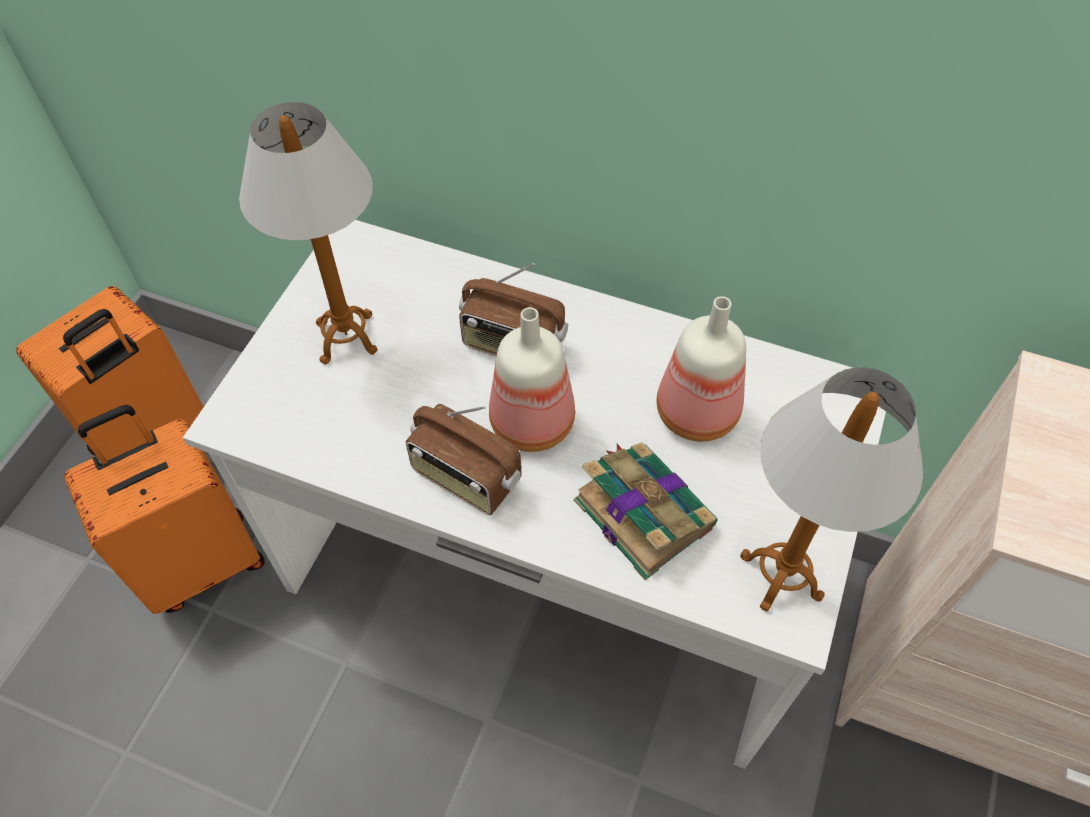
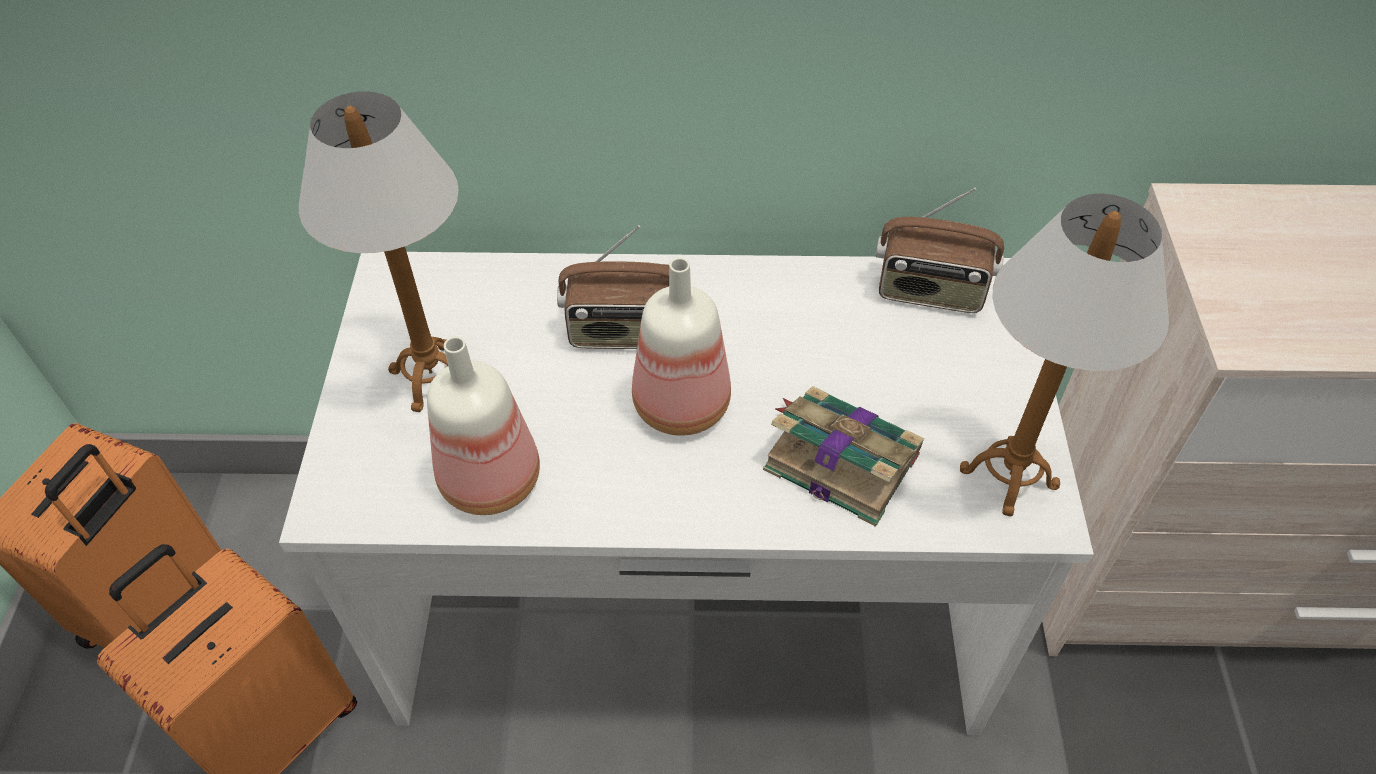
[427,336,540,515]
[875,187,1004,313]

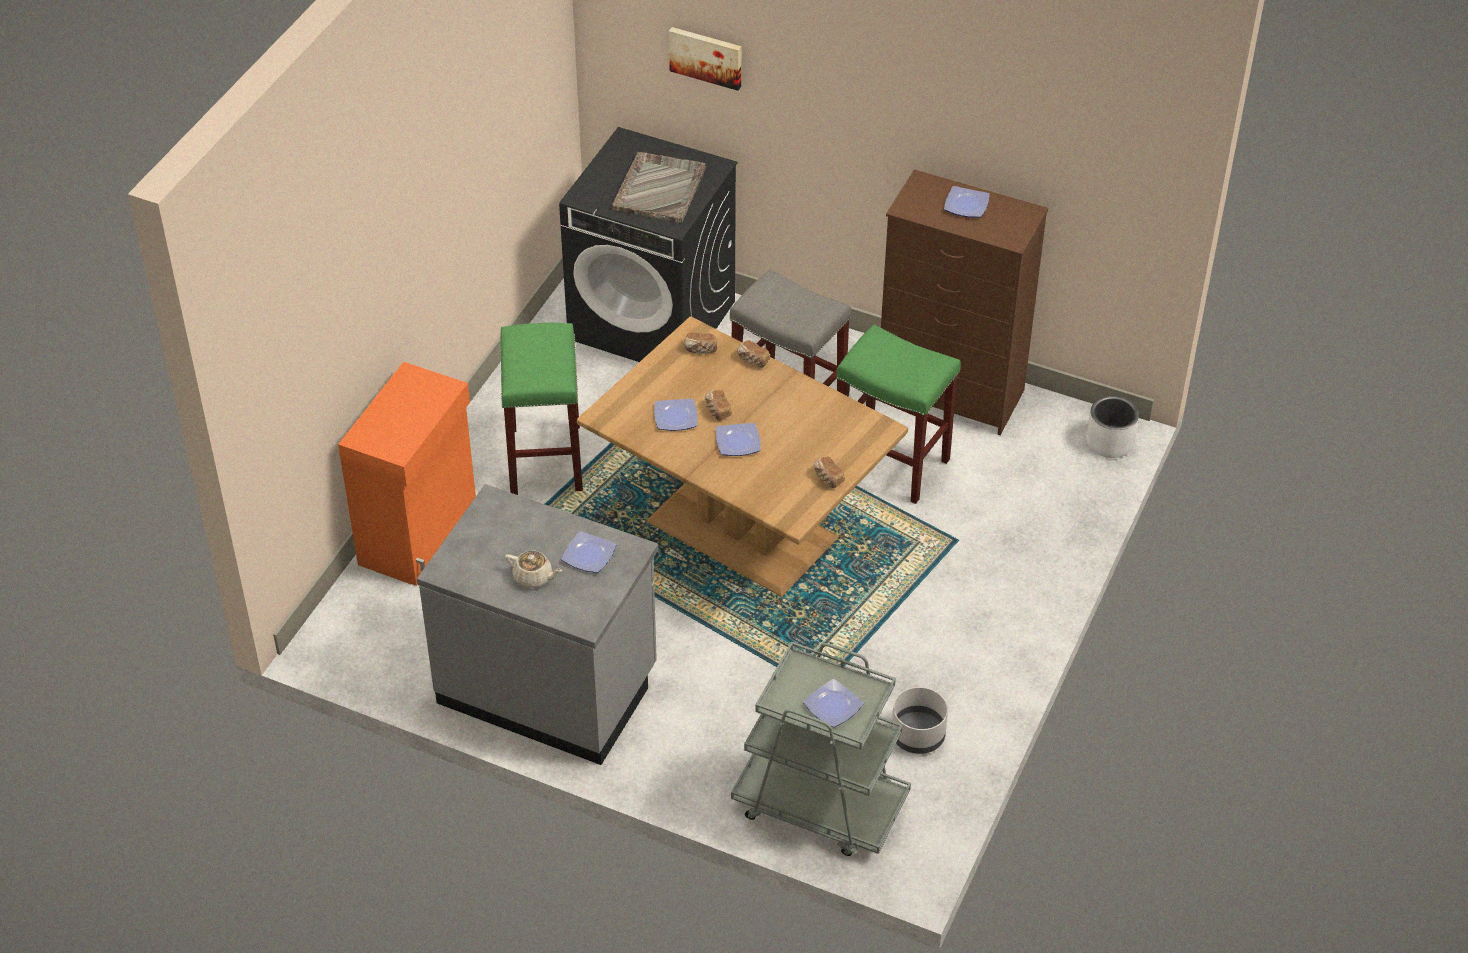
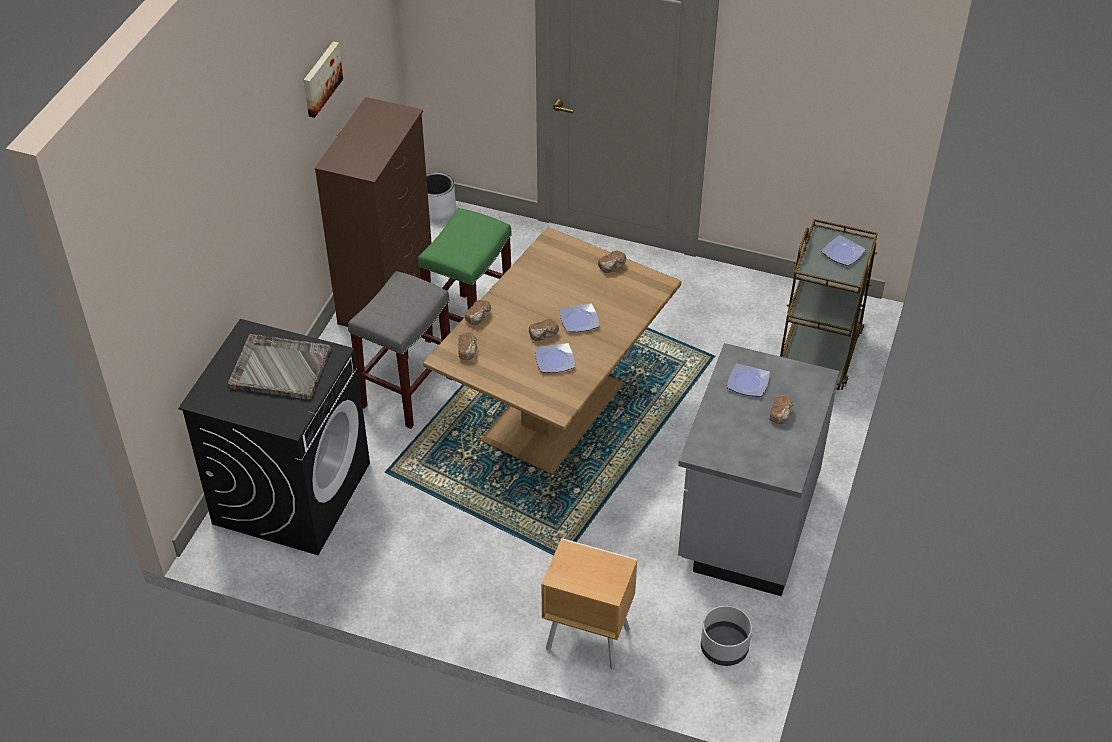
[304,41,343,118]
[944,186,990,218] (first image)
[500,323,583,495] (first image)
[541,538,637,670]
[770,395,793,424]
[780,219,878,390]
[701,606,752,666]

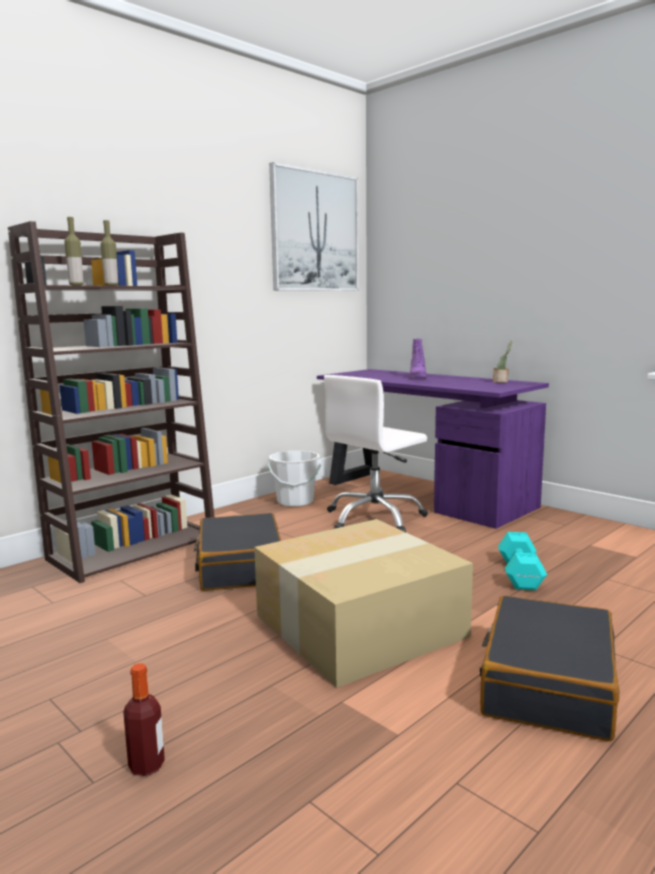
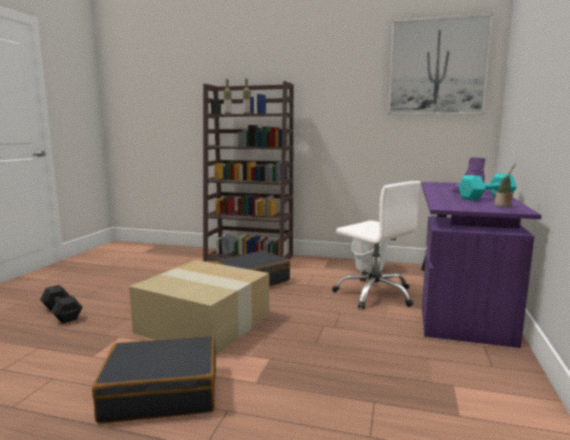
[332,181,421,309]
[458,174,517,200]
[40,285,82,324]

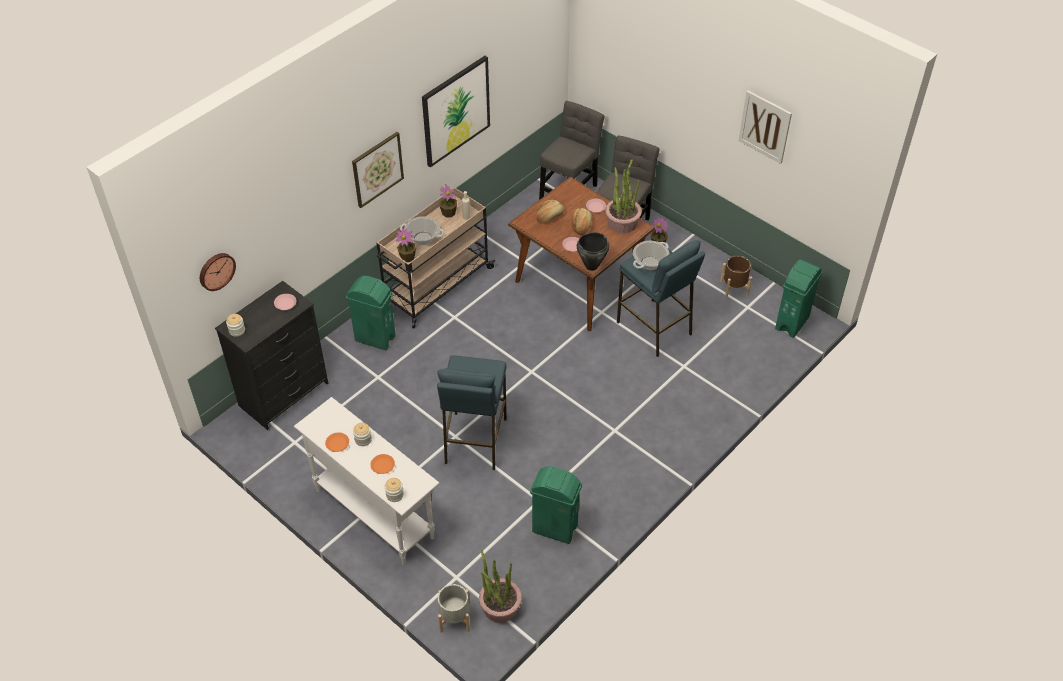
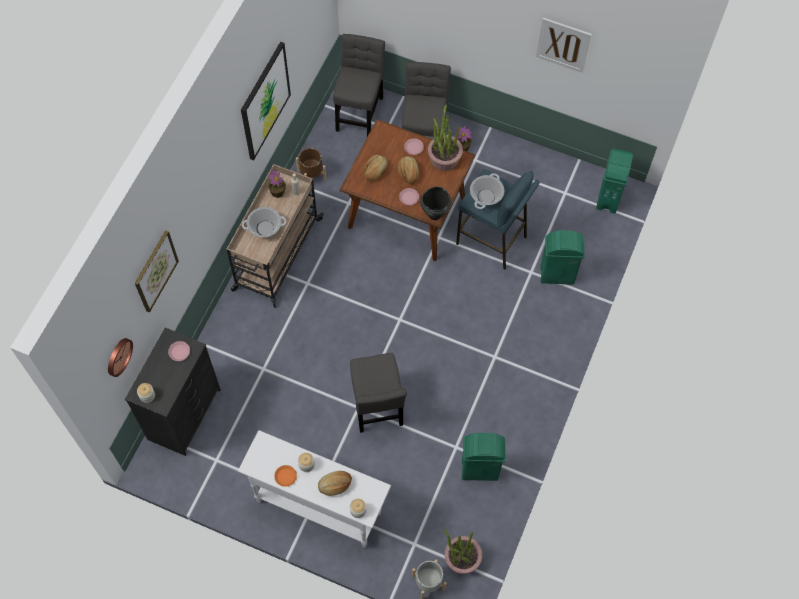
[135,230,179,313]
[396,228,416,262] (first image)
[296,148,327,180]
[540,230,585,285]
[350,353,407,433]
[318,471,352,496]

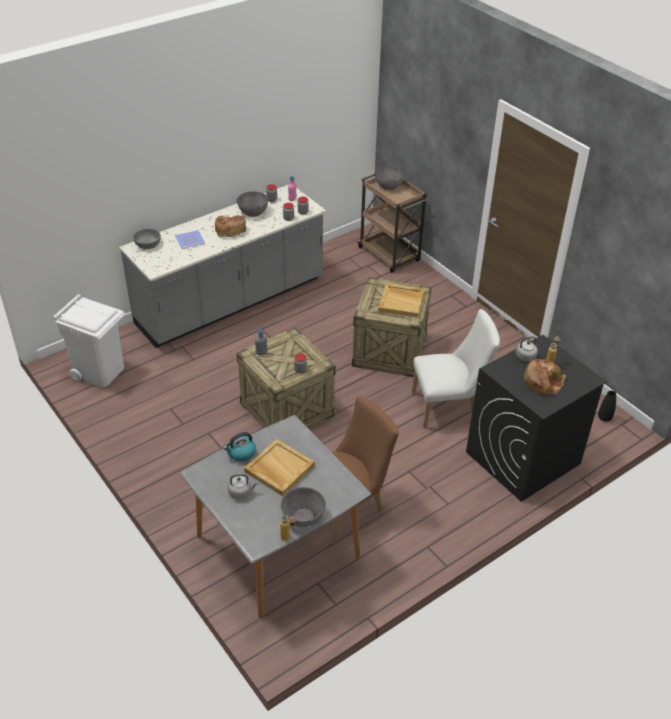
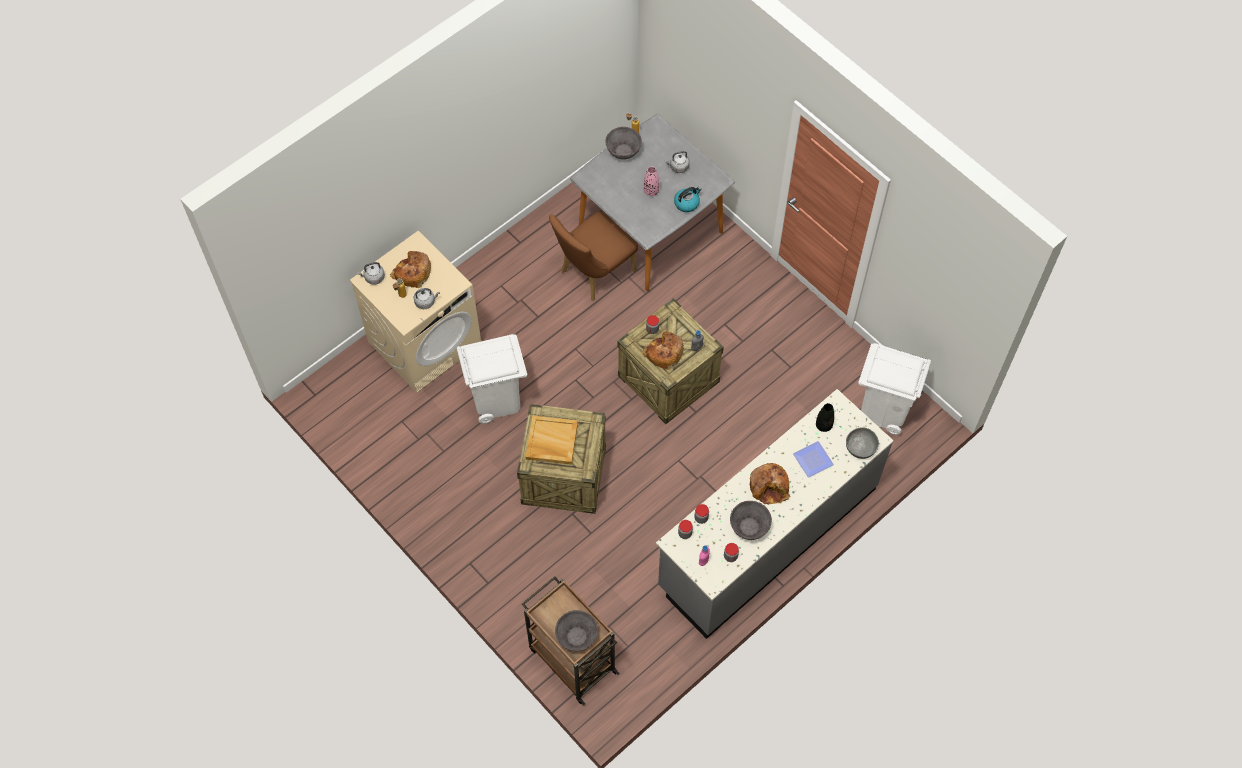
[457,334,527,424]
[350,231,481,393]
[816,403,834,432]
[643,167,659,196]
[357,262,385,285]
[642,332,684,370]

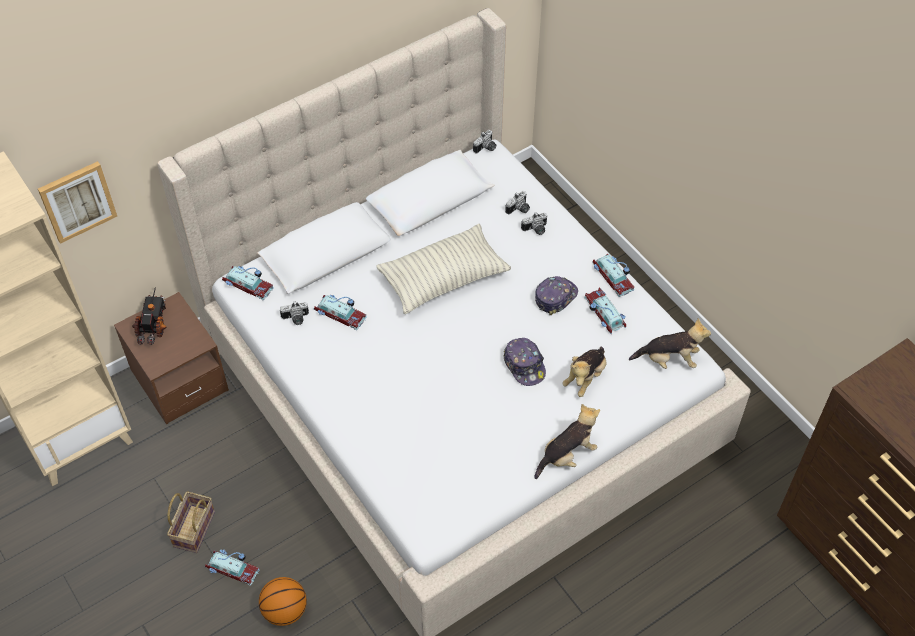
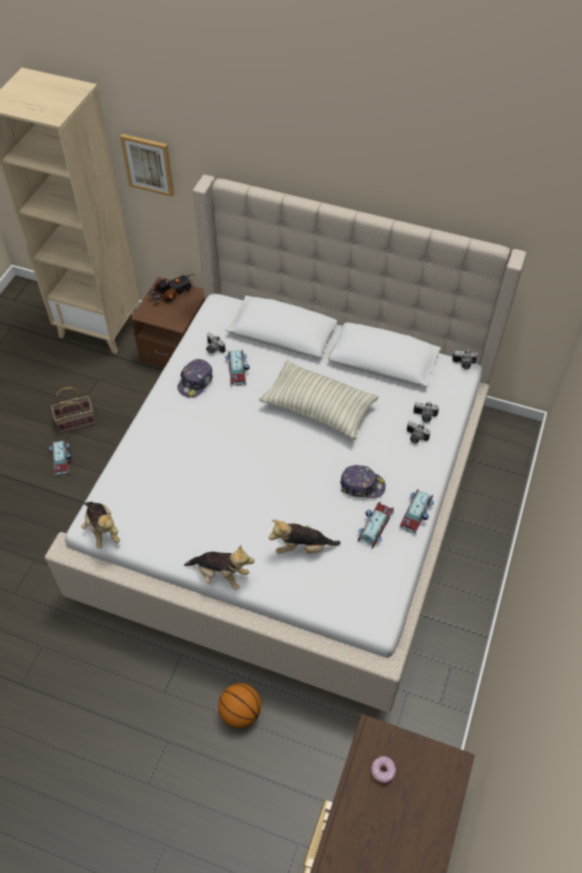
[222,266,274,300] (first image)
[81,502,120,549]
[177,359,212,398]
[218,683,261,728]
[371,756,396,783]

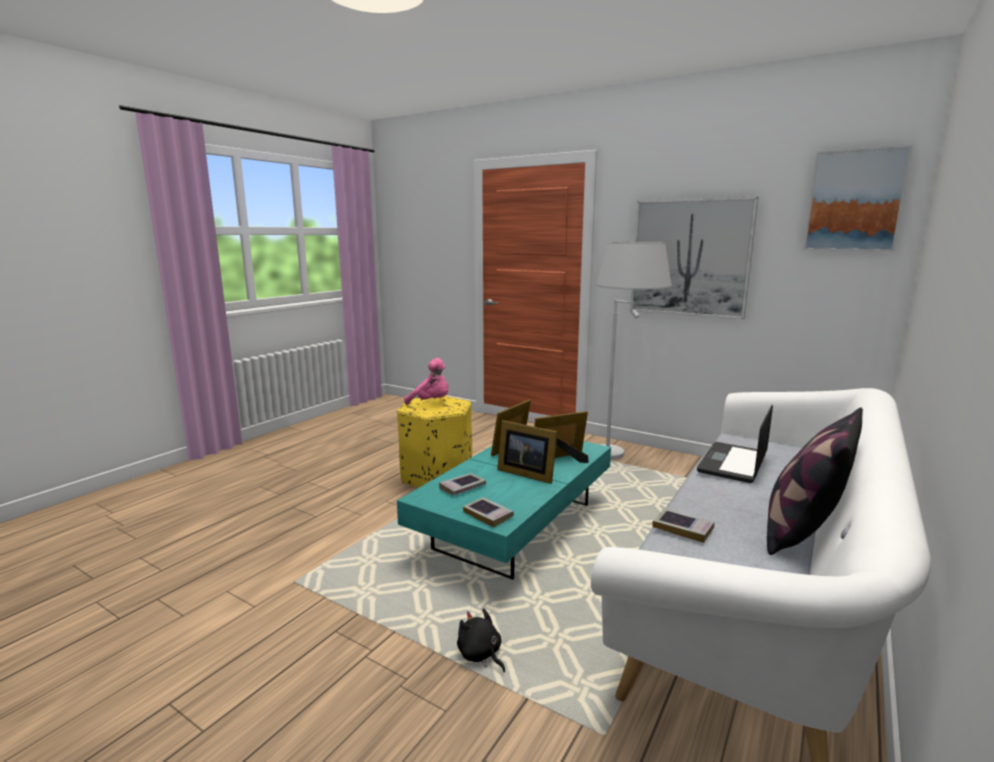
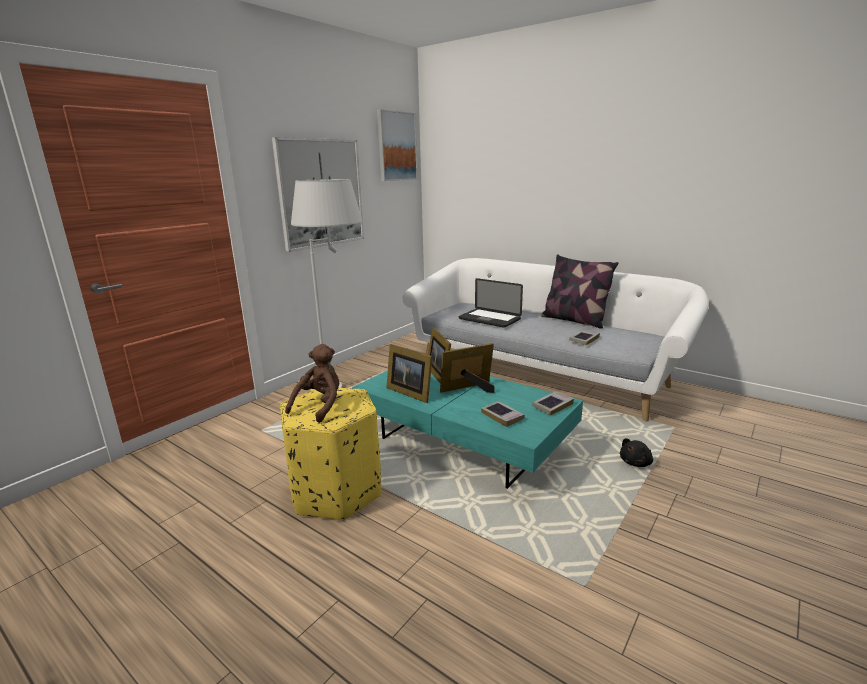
[285,344,339,423]
[440,343,495,393]

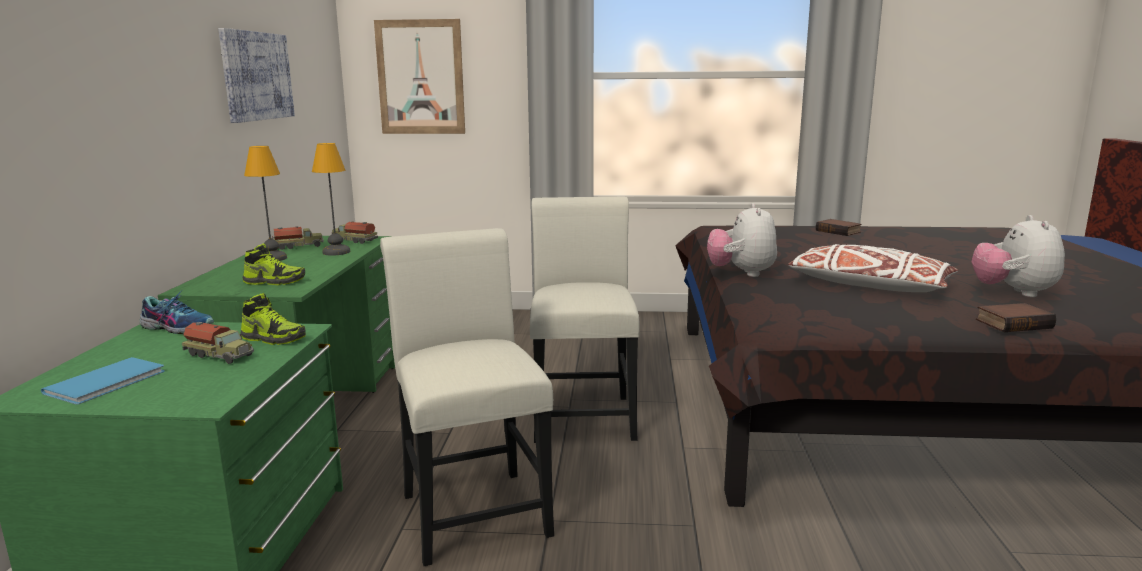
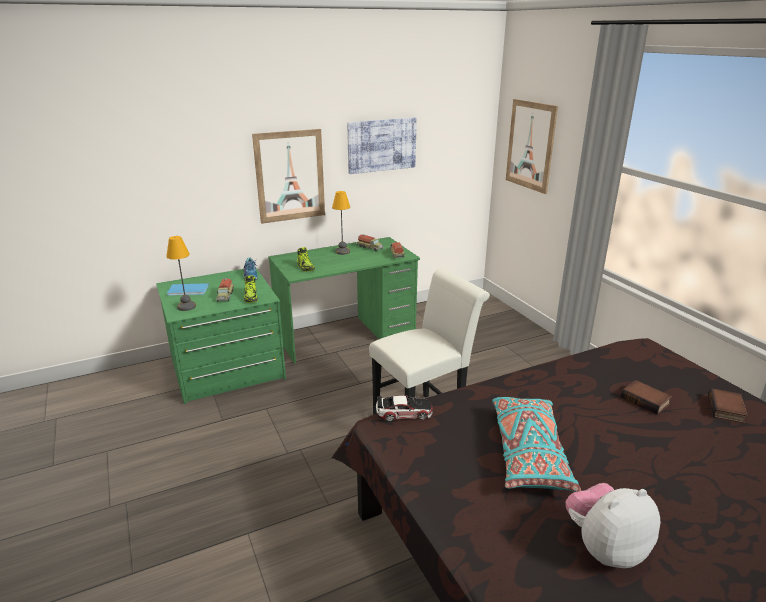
[166,236,196,311]
[707,203,777,277] (first image)
[380,228,554,566] (first image)
[492,397,581,492]
[621,380,672,415]
[252,129,325,224]
[376,395,433,421]

